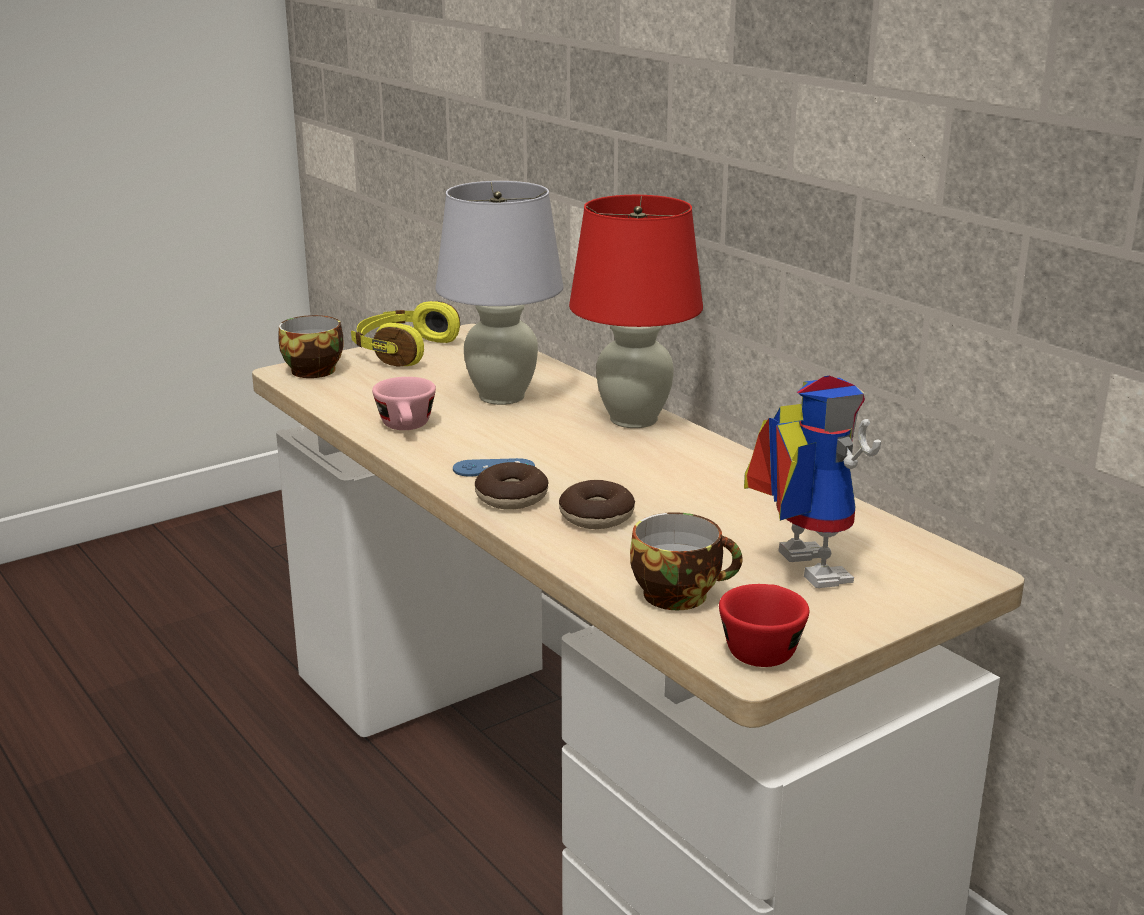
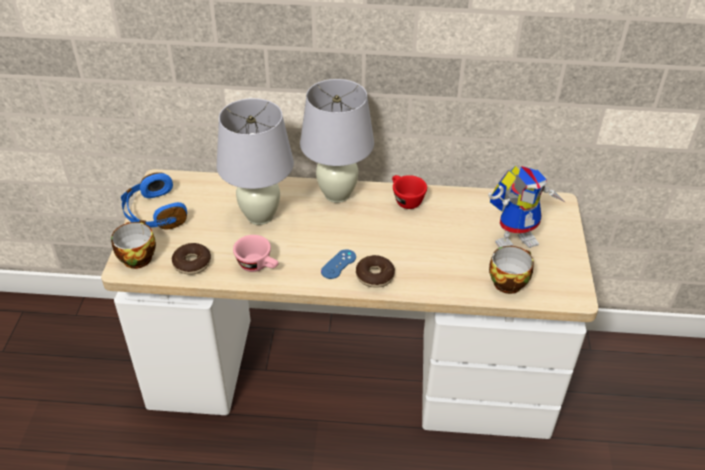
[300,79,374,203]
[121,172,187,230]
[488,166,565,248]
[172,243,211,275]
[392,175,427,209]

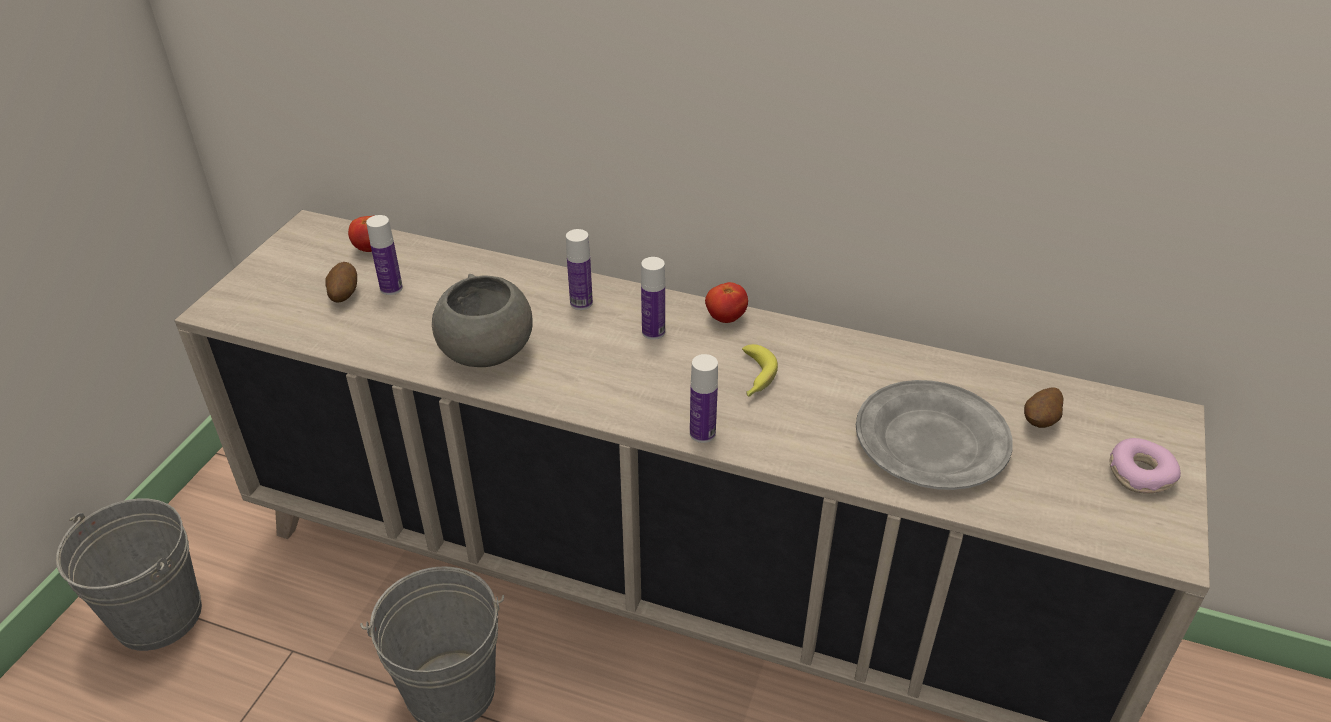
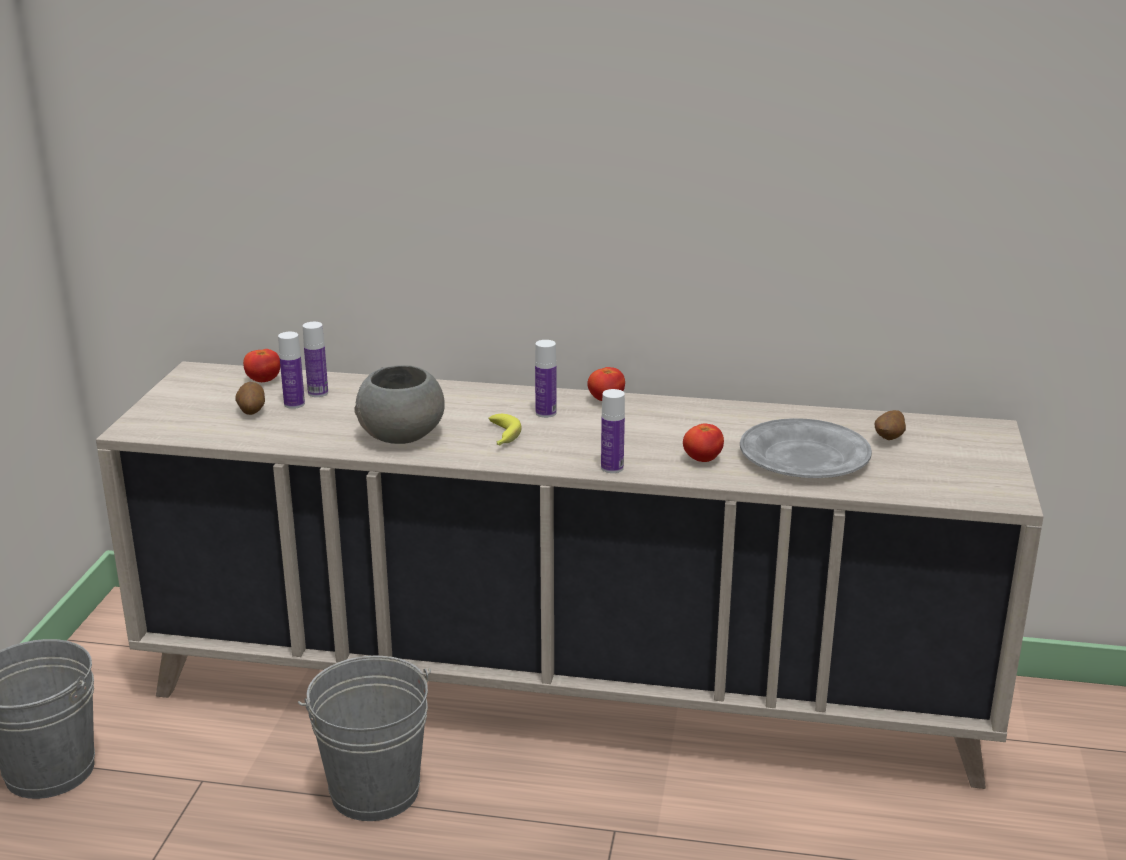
[303,322,328,397]
[488,414,522,445]
[1110,438,1181,494] (first image)
[683,423,724,462]

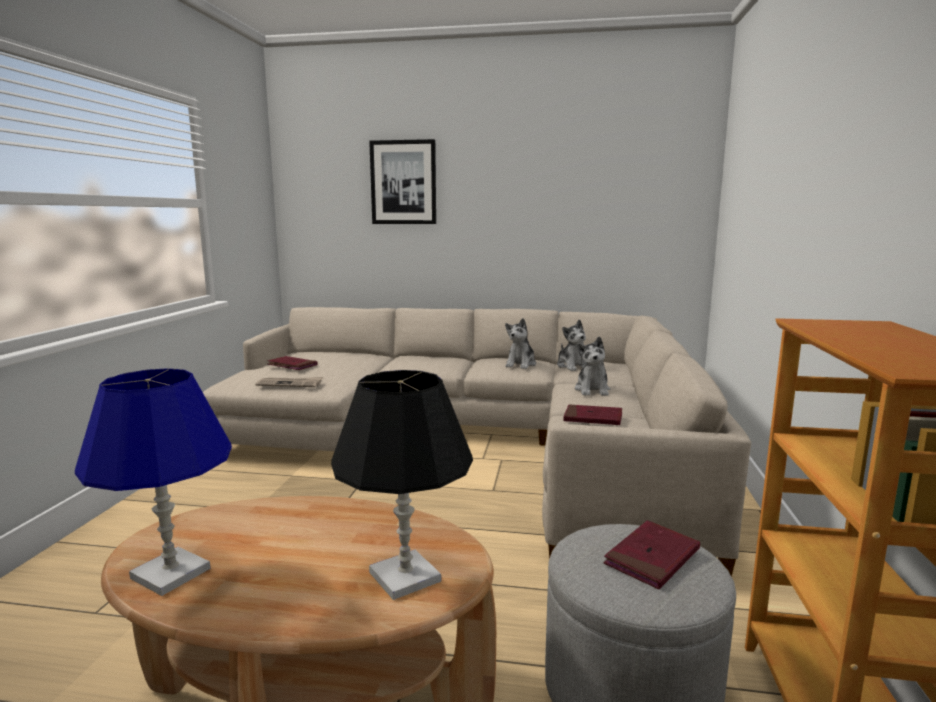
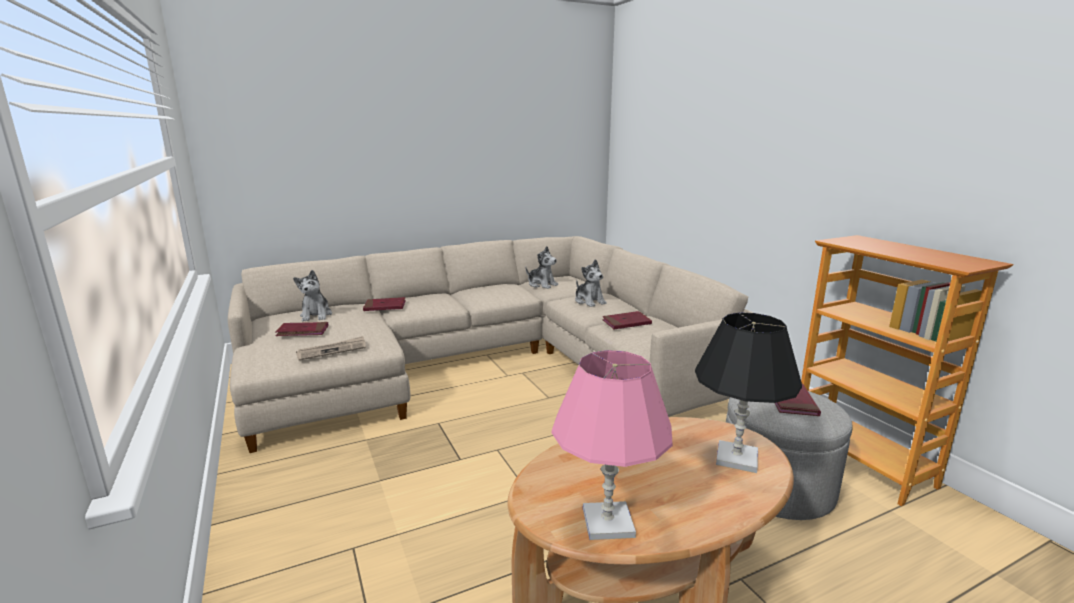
[369,139,436,224] (first image)
[293,270,332,321]
[551,350,673,540]
[363,297,406,311]

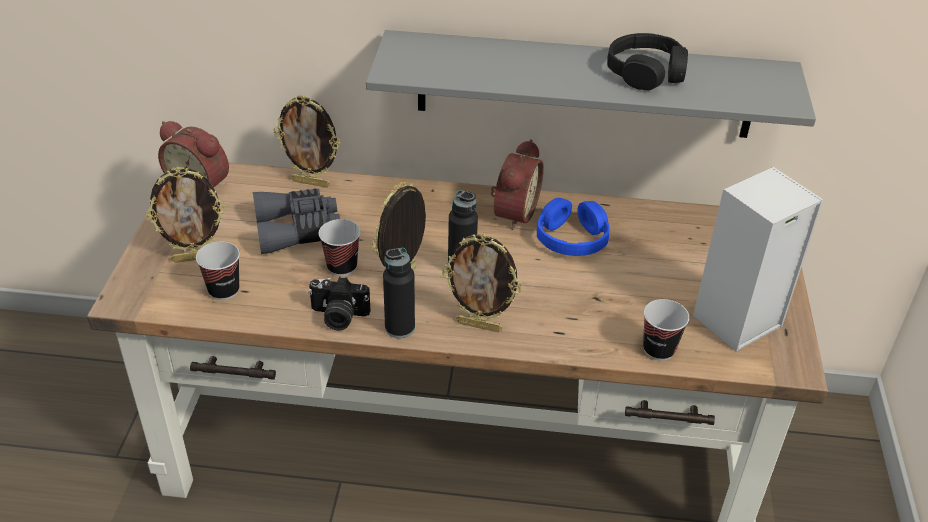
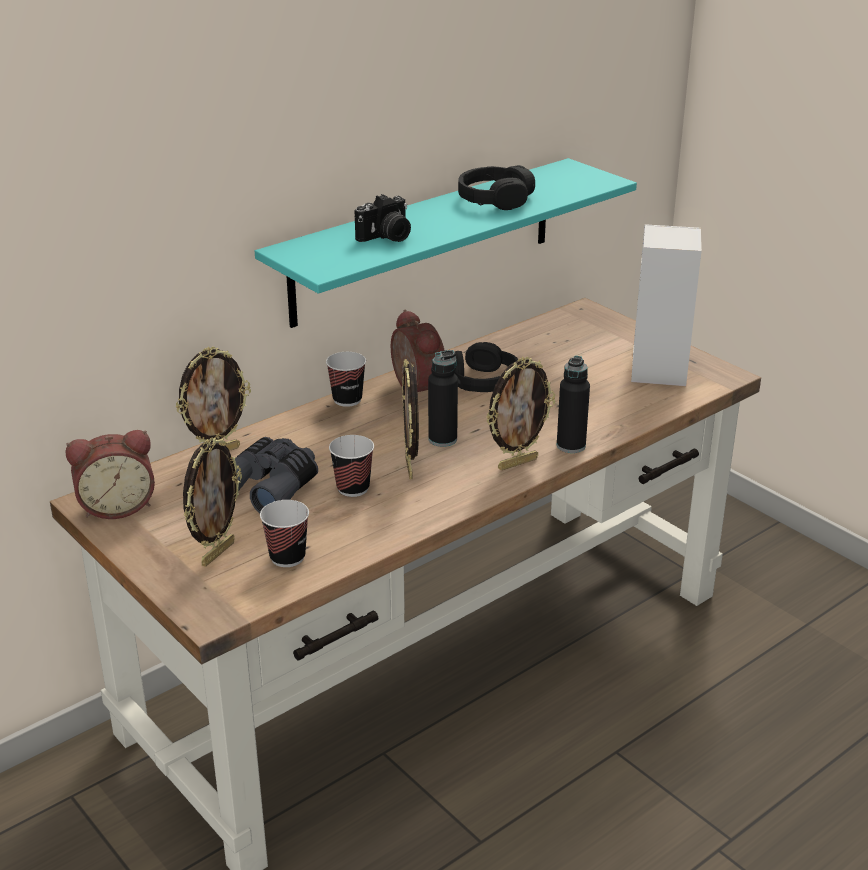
[255,158,637,328]
[454,342,518,392]
[557,356,590,453]
[355,194,411,242]
[326,352,366,407]

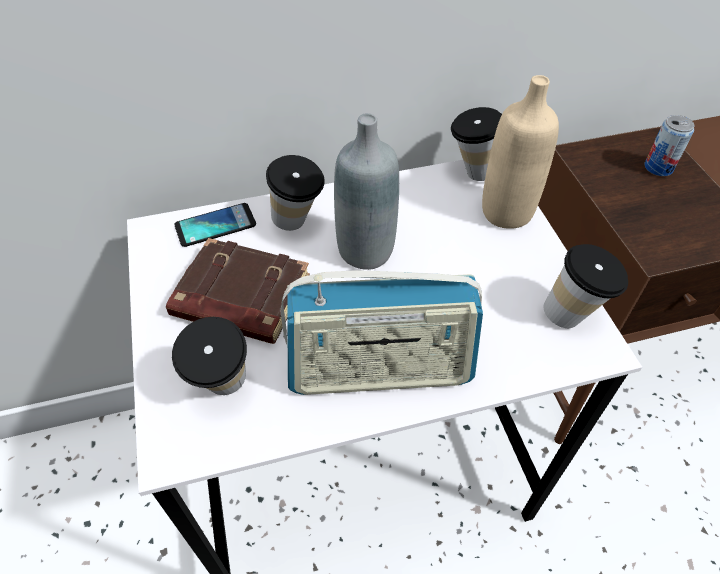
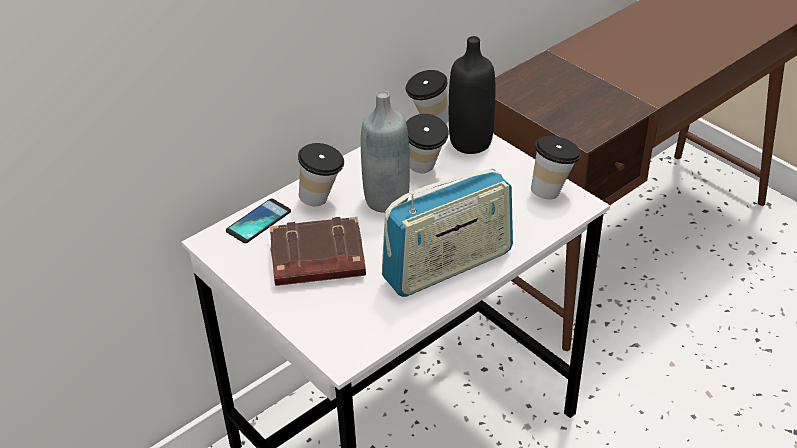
[449,36,495,154]
[644,115,694,176] (first image)
[406,114,449,173]

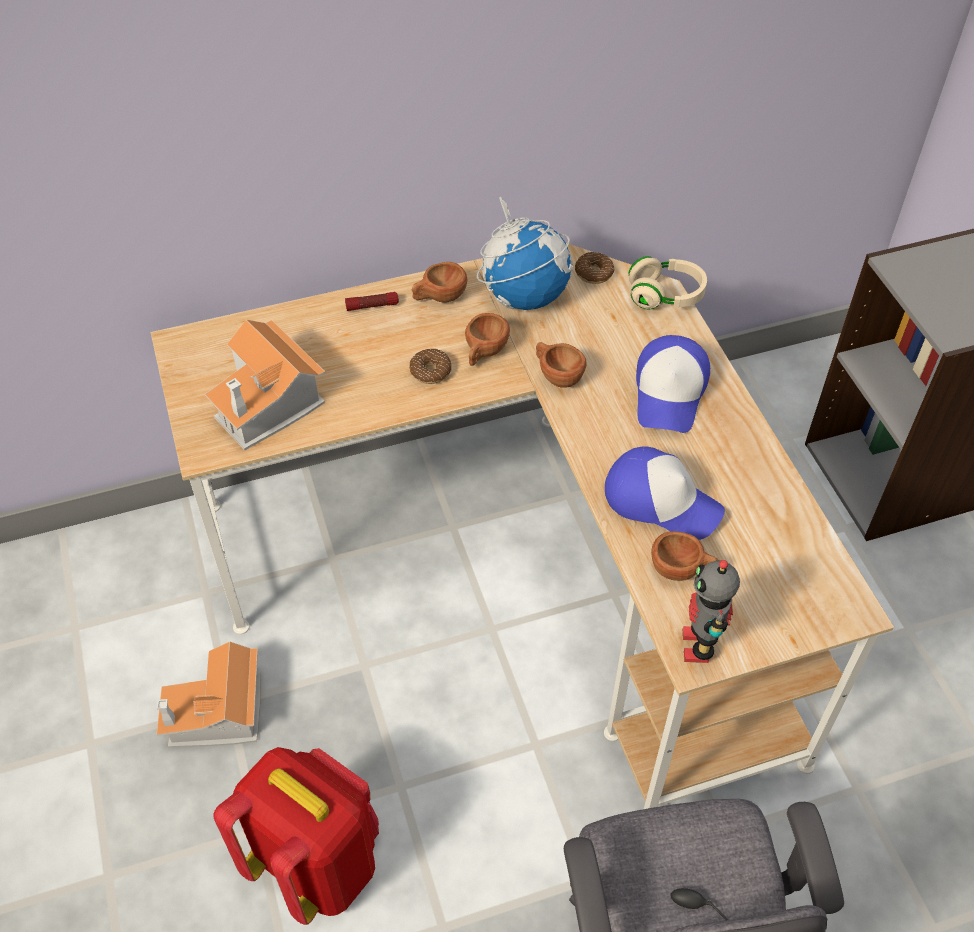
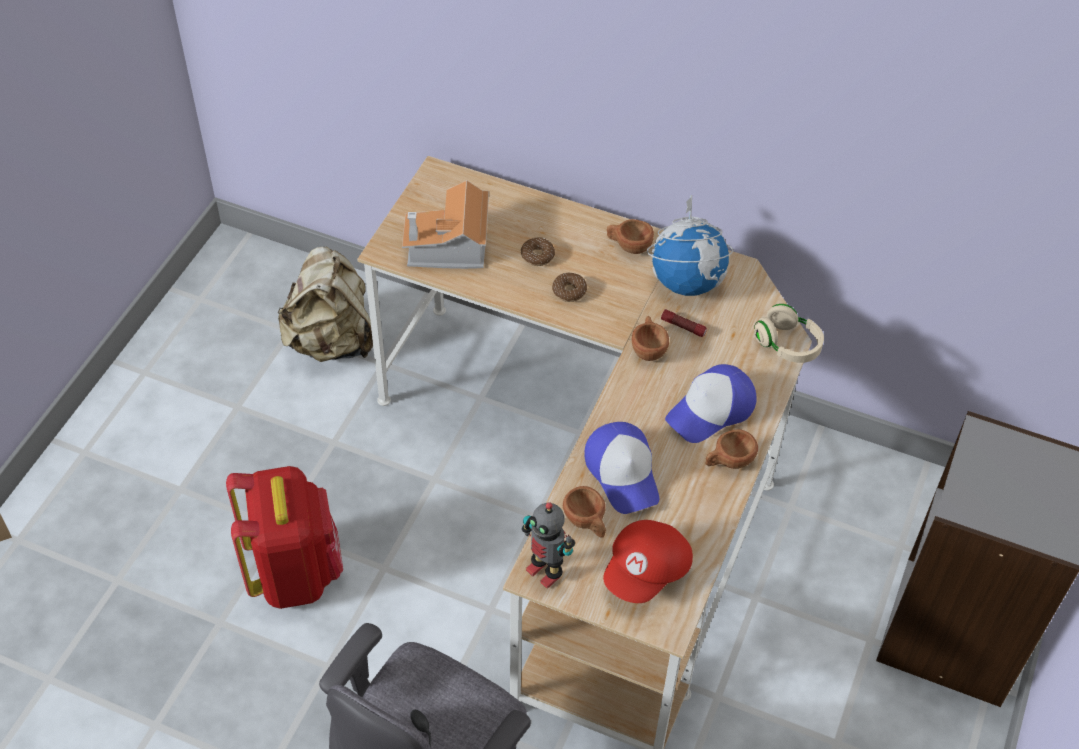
[521,238,555,266]
[661,309,707,337]
[705,429,758,469]
[522,502,575,589]
[156,642,261,748] (first image)
[278,247,373,362]
[603,520,693,603]

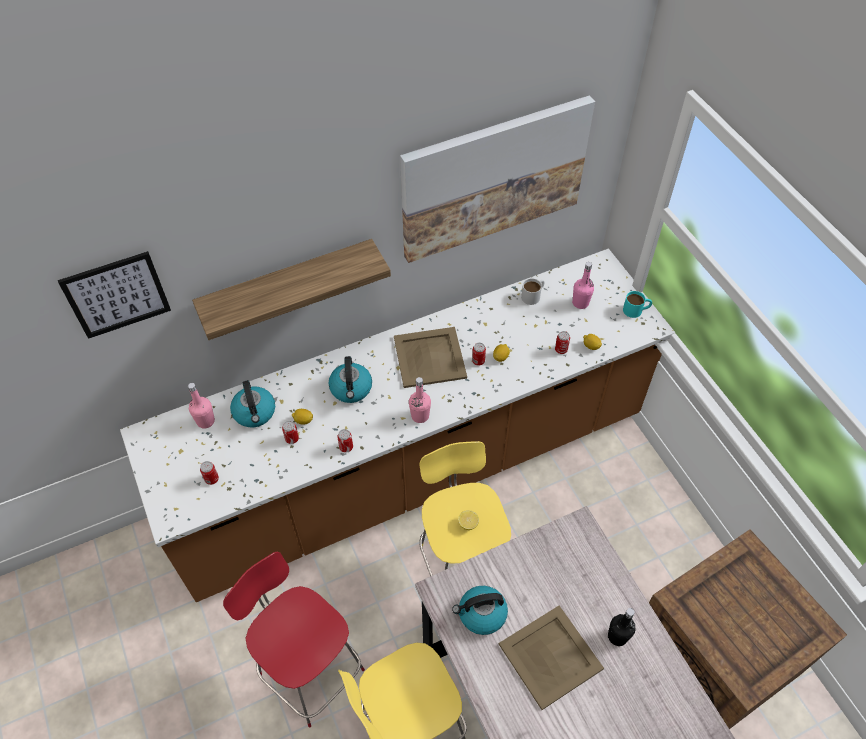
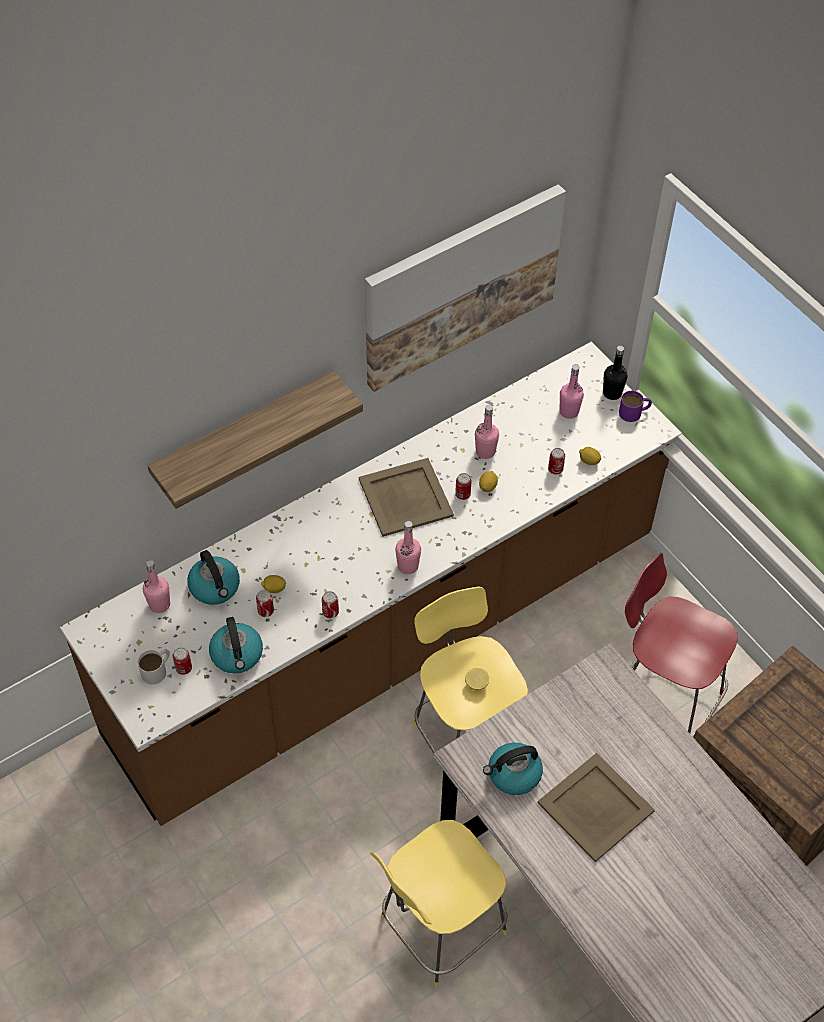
[58,251,171,339] (first image)
[138,649,170,684]
[619,391,652,422]
[209,617,263,673]
[625,553,738,737]
[603,346,628,400]
[475,405,499,459]

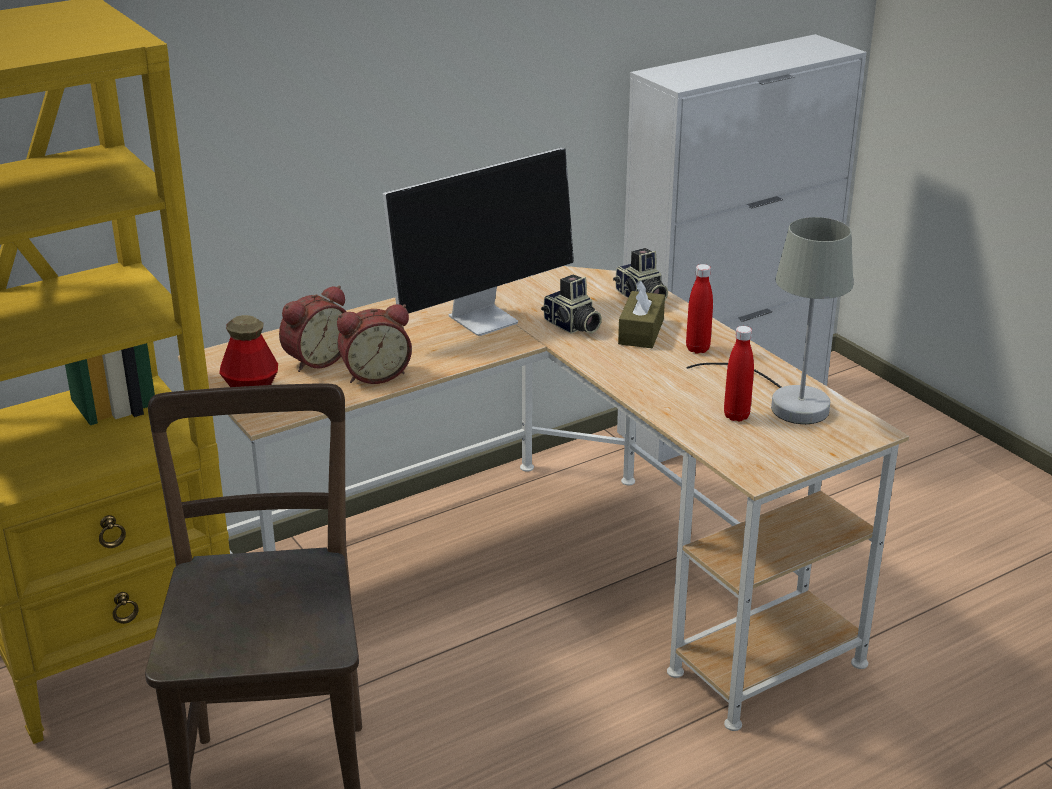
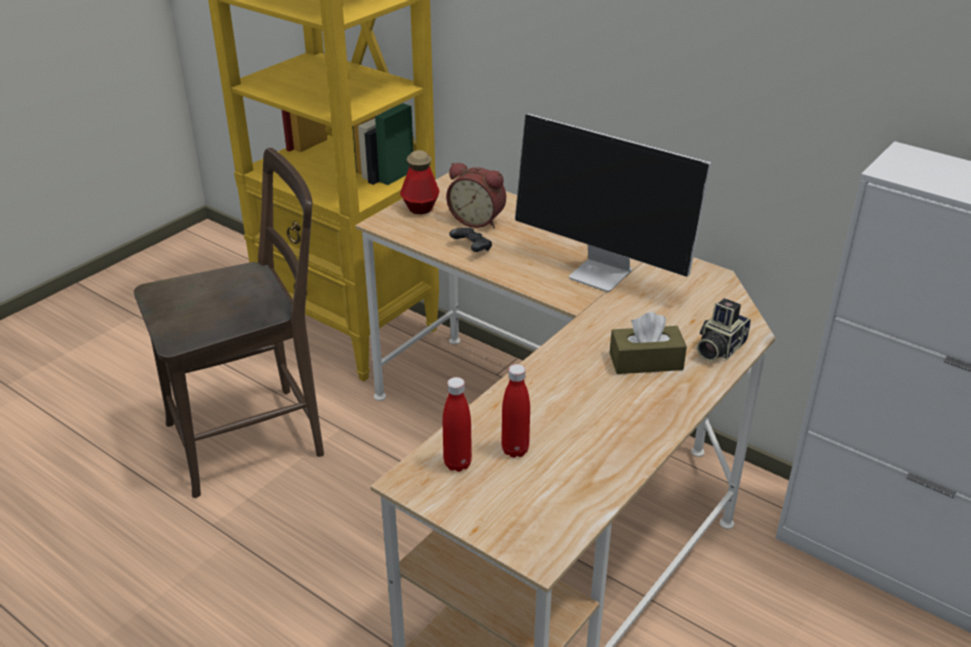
[686,217,853,424] (first image)
[443,377,472,472]
[541,274,602,334] (first image)
[449,228,492,252]

